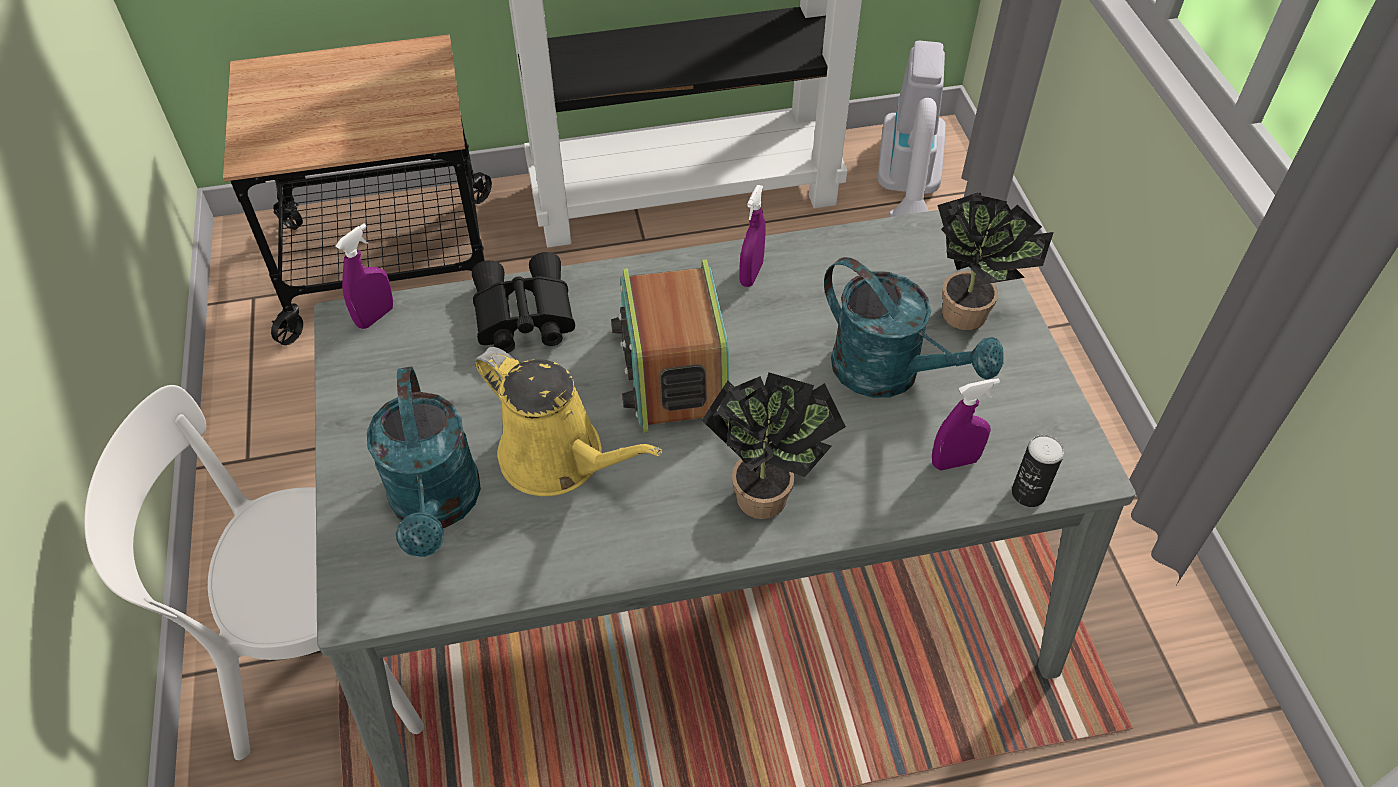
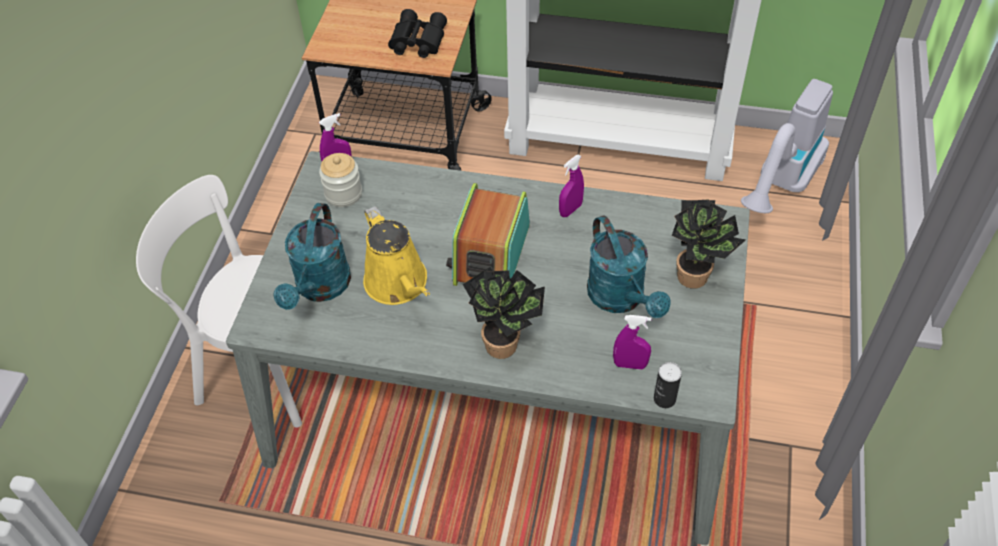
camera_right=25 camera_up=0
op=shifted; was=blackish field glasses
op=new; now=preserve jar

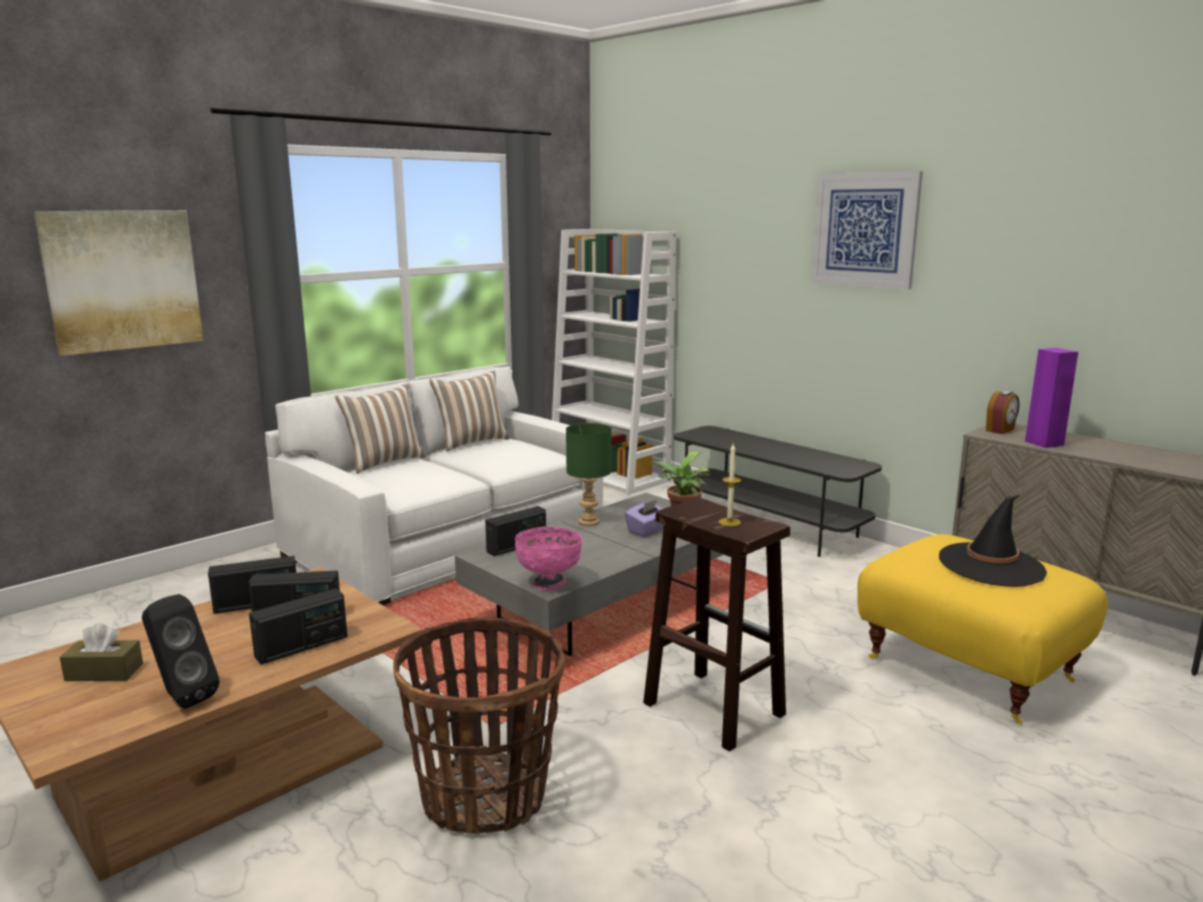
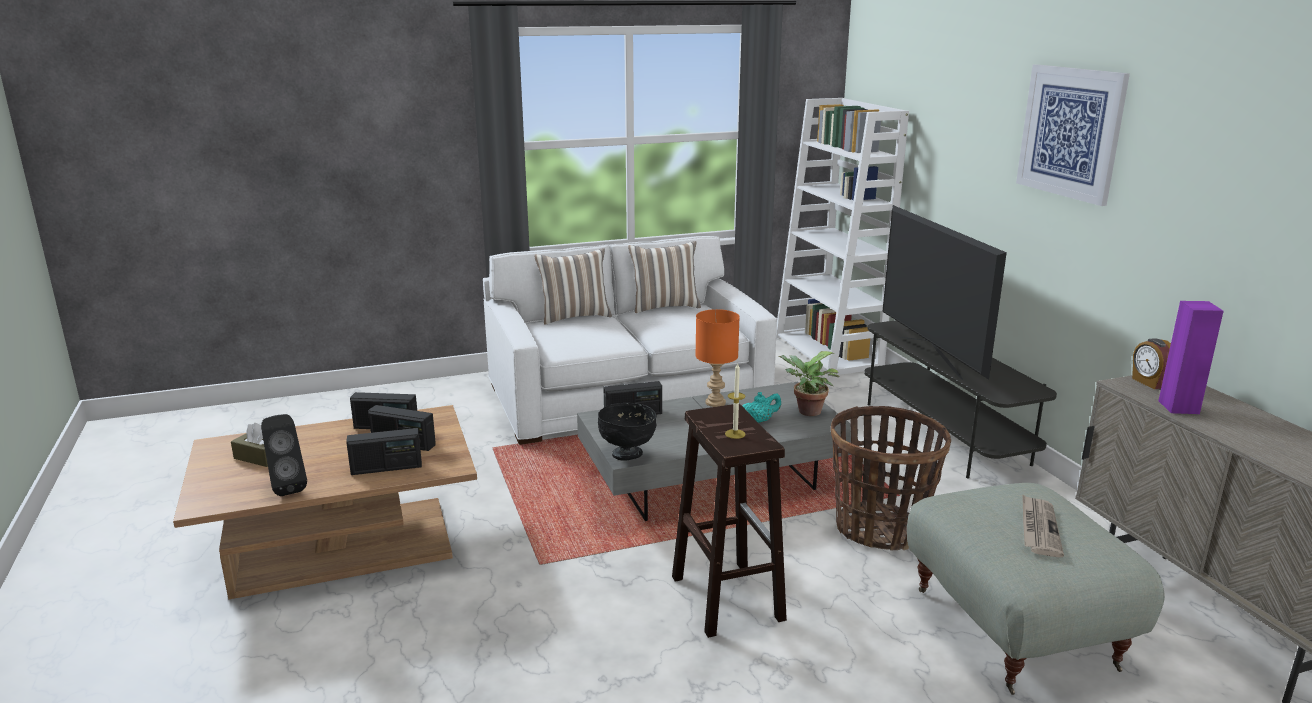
camera_right=25 camera_up=5
op=gone; was=picture (no. 1 from left)
op=rotated; was=bedside clock; clockwise=90
op=repainted; was=green lamp for a table; now=orange-coloured lamp for a table
op=swapped; was=blackish hat; now=printed paper
op=swapped; was=purplish box of tissues; now=turquoise-coloured tea pot
op=repainted; was=pinkish bowl; now=blackish bowl
op=repainted; was=yellowish footrest; now=grey footrest
op=shifted; was=basket
op=new; now=television

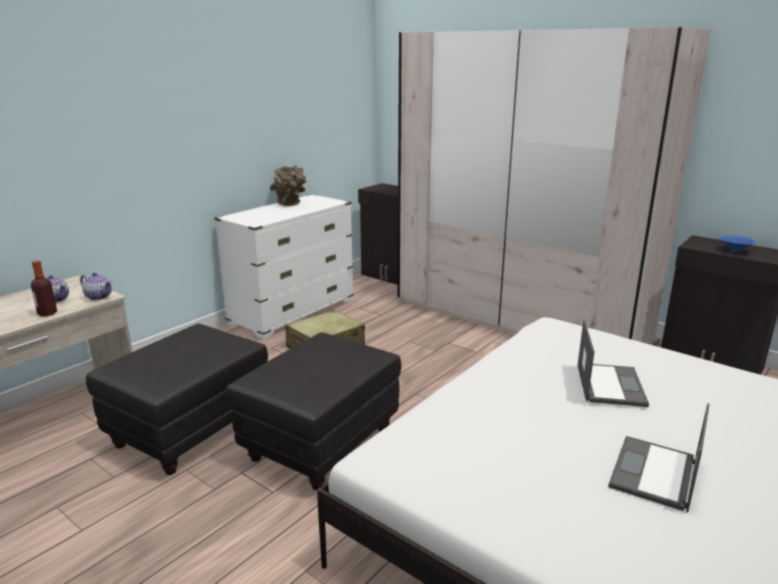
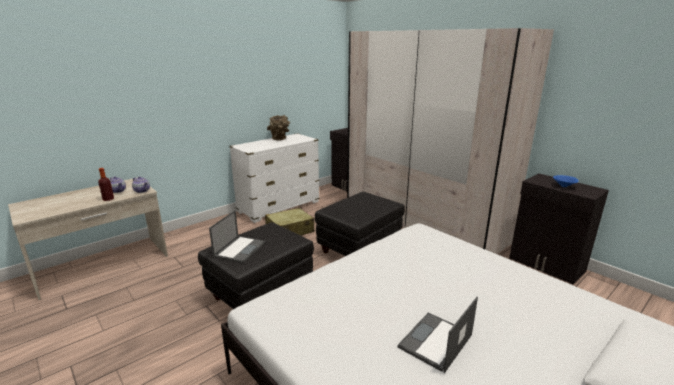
camera_right=10 camera_up=0
op=shifted; was=portable computer (no. 1 from left)
op=shifted; was=blackish footrest (no. 1 from left in the first image); now=blackish footrest (no. 2 from left)

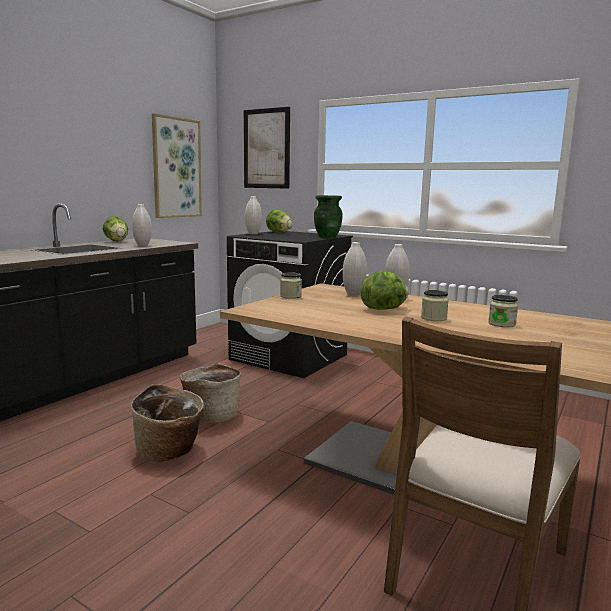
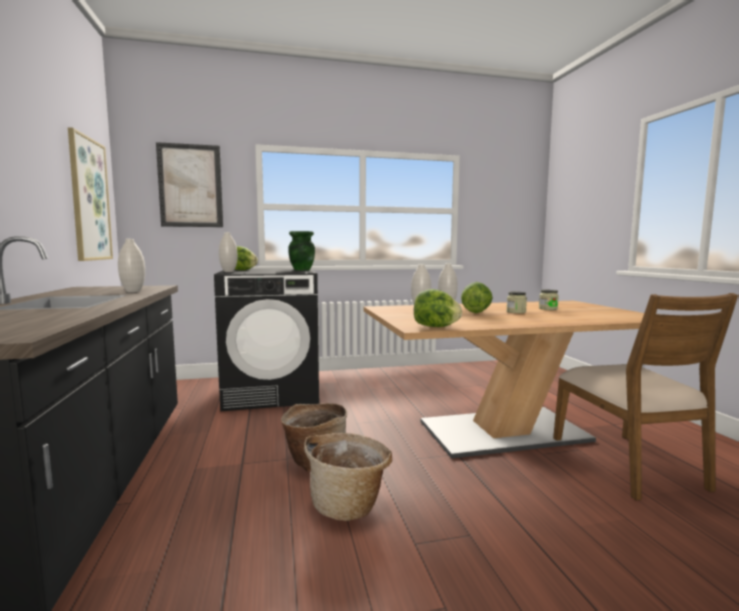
camera_right=-45 camera_up=-5
op=shifted; was=head of lettuce (no. 1 from left in the first image); now=head of lettuce (no. 2 from left)
op=gone; was=preserve jar (no. 1 from left)

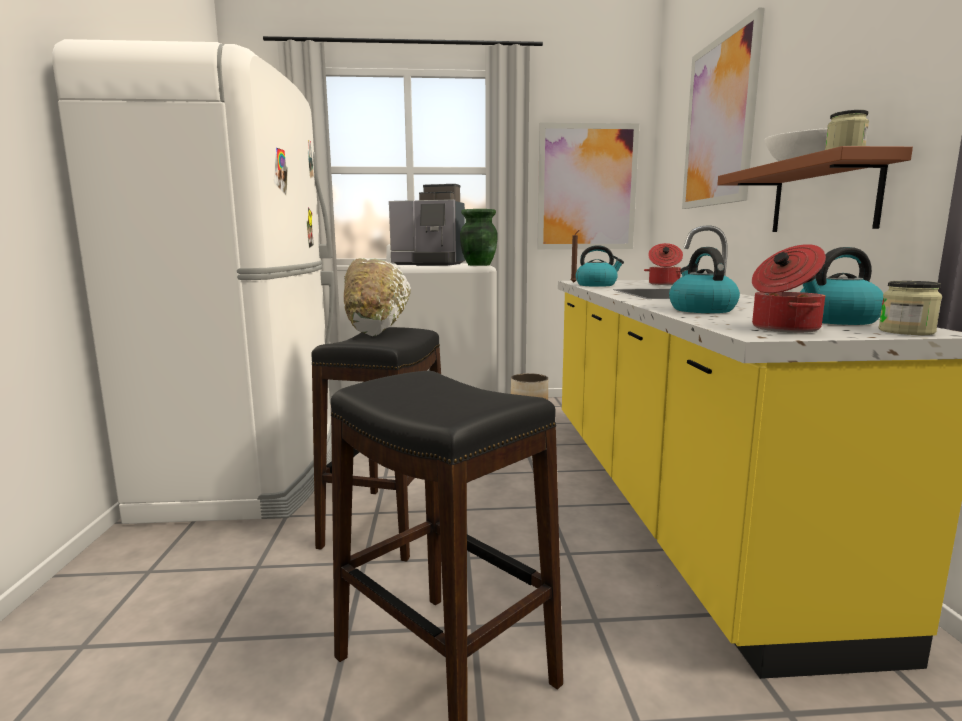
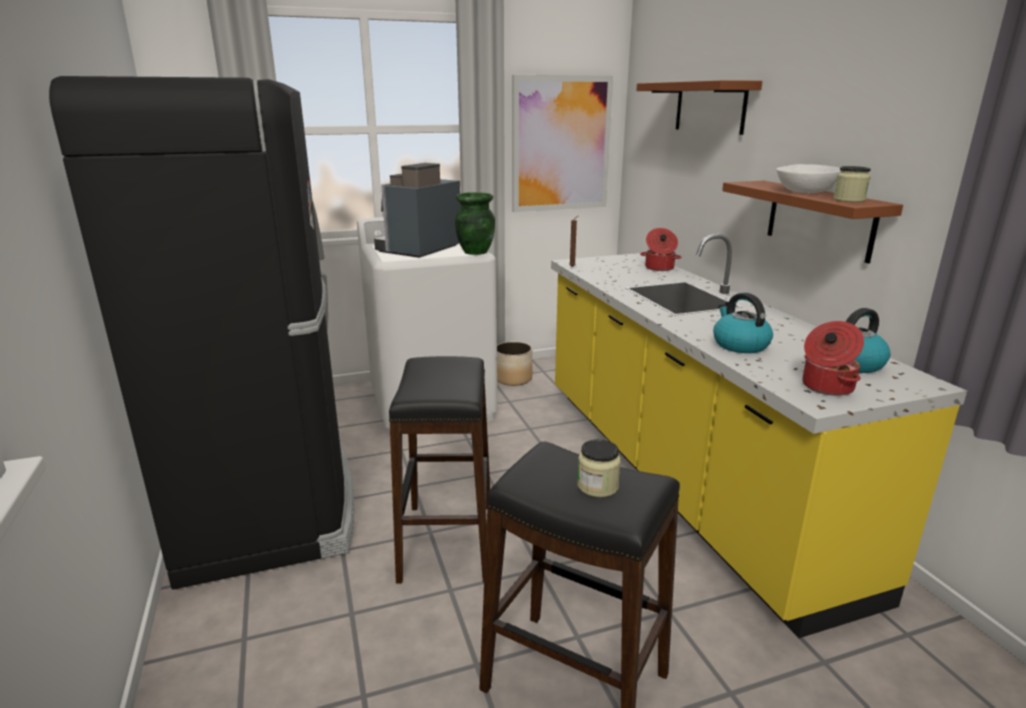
camera_right=-15 camera_up=10
op=swapped; was=picture (no. 2 from left); now=brown bracket shelf (no. 1 from left)
op=repainted; was=whitish kitchen fridge; now=blackish kitchen fridge
op=rotated; was=coffee brewer; clockwise=120
op=gone; was=water kettle (no. 1 from left)
op=gone; was=whitish bowl (no. 1 from left)
op=shifted; was=preserve jar (no. 2 from left in the first image); now=preserve jar (no. 1 from left)

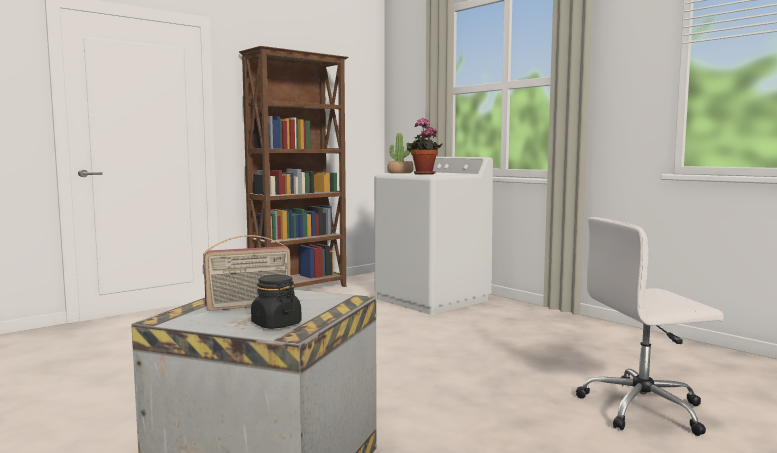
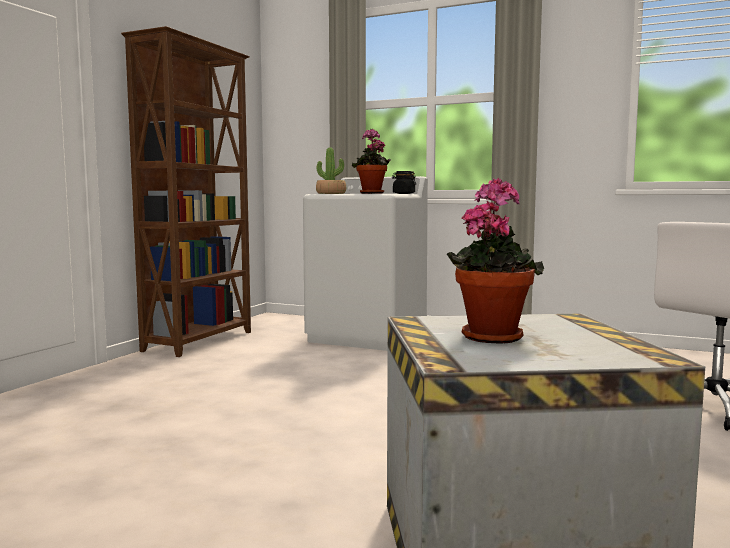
camera_right=-25 camera_up=0
op=swapped; was=radio; now=houseplant (no. 3 from left)
op=shifted; was=blackish preserve jar

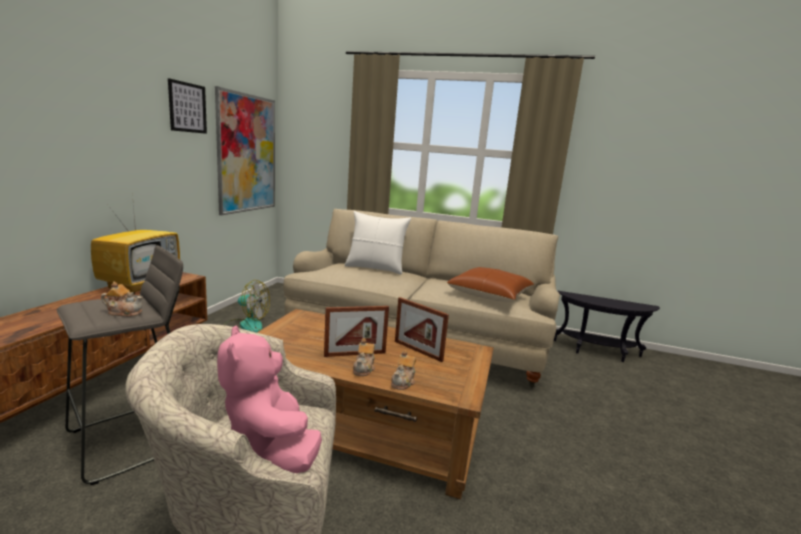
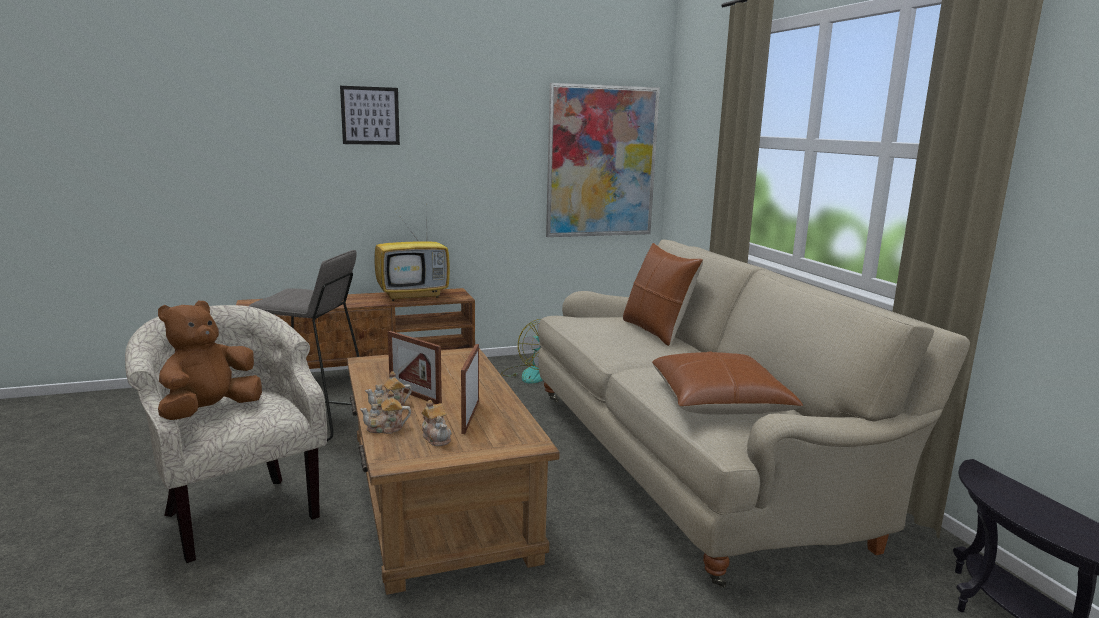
camera_right=55 camera_up=0
op=shifted; was=picture (no. 1 from left)
op=repainted; was=whitish cushion; now=brown cushion (no. 1 from left)
op=shifted; was=tea pot (no. 1 from left in the first image); now=tea pot (no. 3 from left)
op=repainted; was=pinkish soft toy; now=brown soft toy

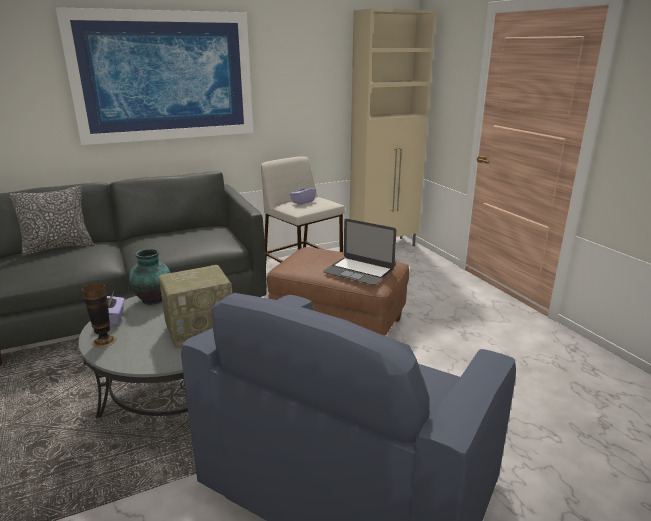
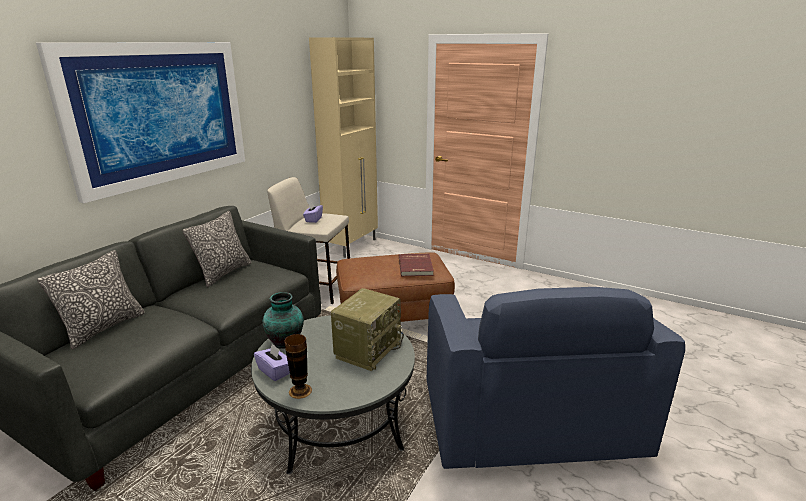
camera_right=-35 camera_up=0
op=swapped; was=portable computer; now=red-coloured bound book
op=new; now=cushion (no. 2 from left)

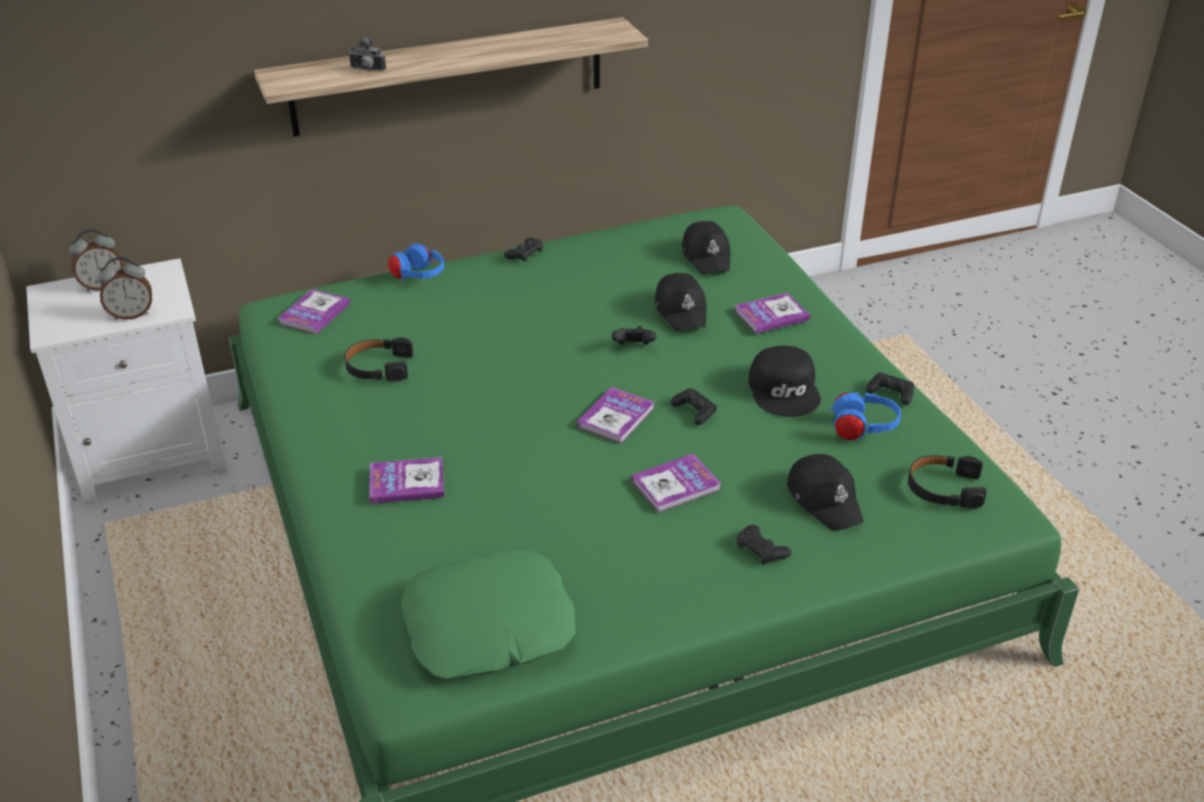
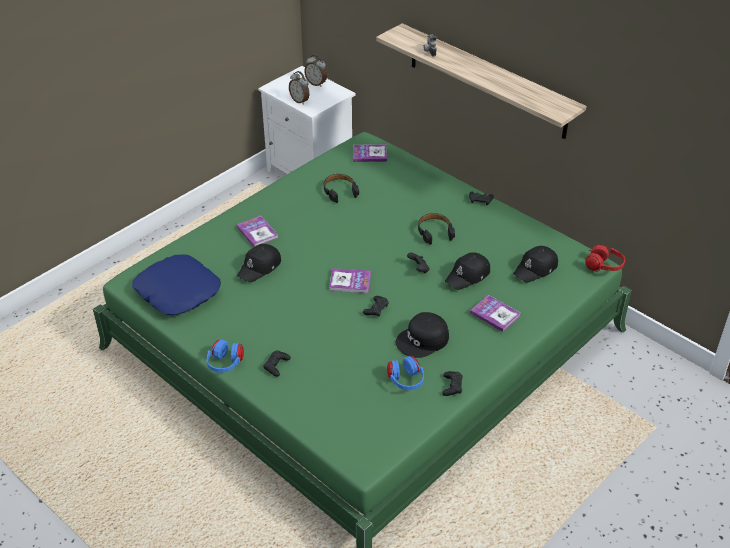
camera_right=65 camera_up=5
op=shifted; was=bluish pair of headphones (no. 1 from left)
op=gone; was=bound book (no. 4 from left)
op=shifted; was=blackish baseball cap (no. 4 from left in the first image); now=blackish baseball cap (no. 1 from left)
op=shifted; was=blackish pair of headphones (no. 2 from left)
op=repainted; was=green cushion; now=bluish cushion
op=new; now=red-coloured pair of headphones

